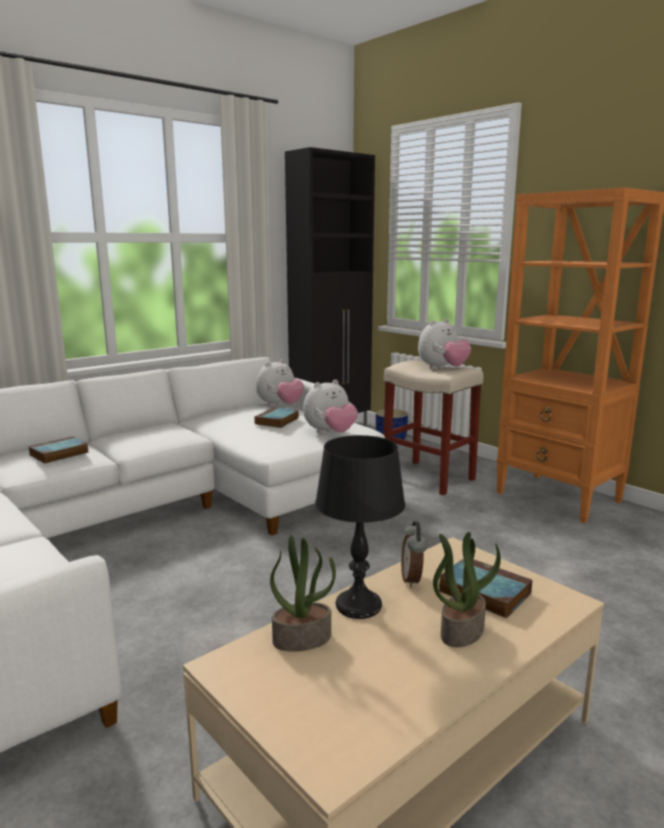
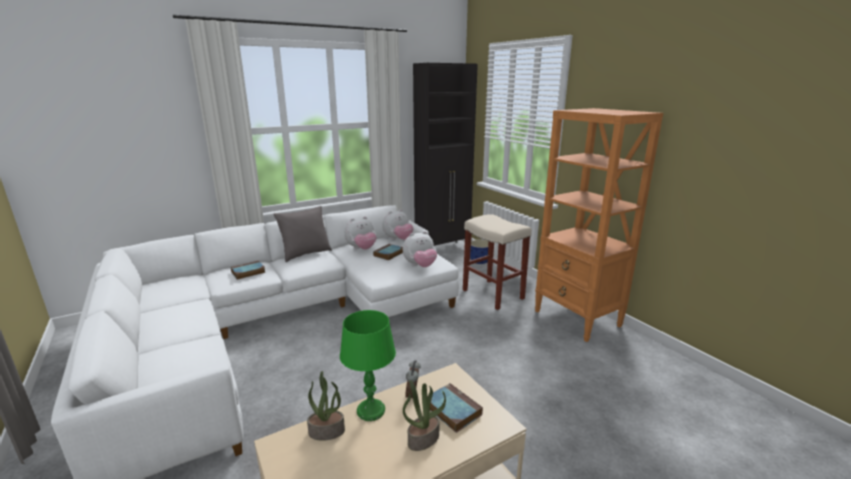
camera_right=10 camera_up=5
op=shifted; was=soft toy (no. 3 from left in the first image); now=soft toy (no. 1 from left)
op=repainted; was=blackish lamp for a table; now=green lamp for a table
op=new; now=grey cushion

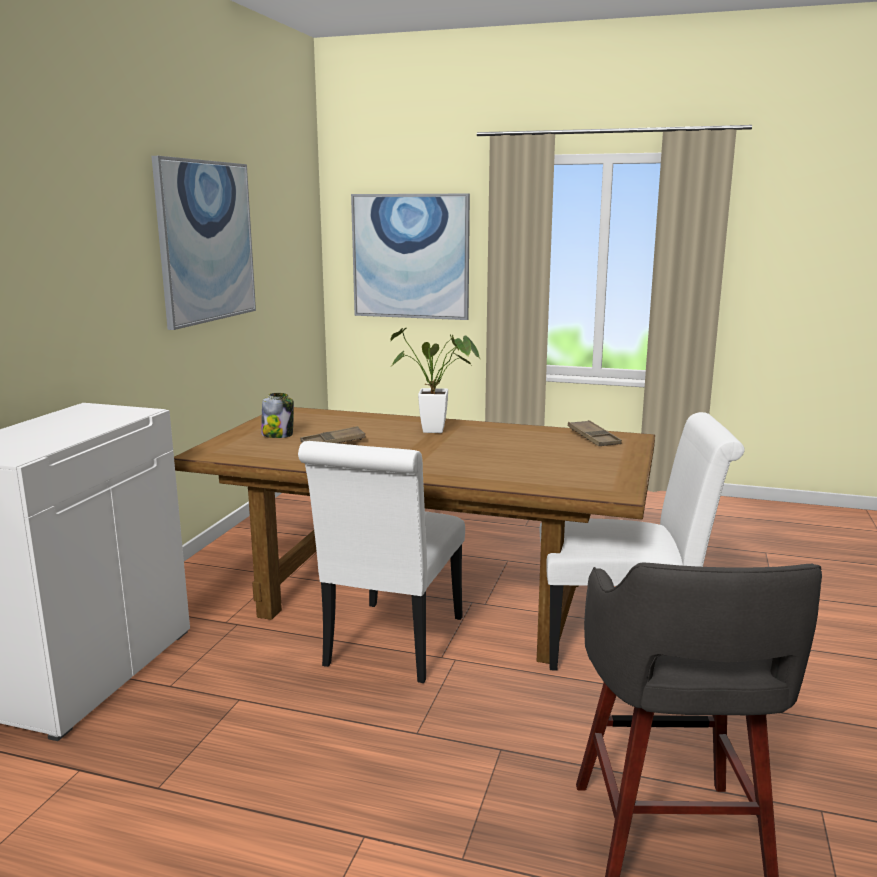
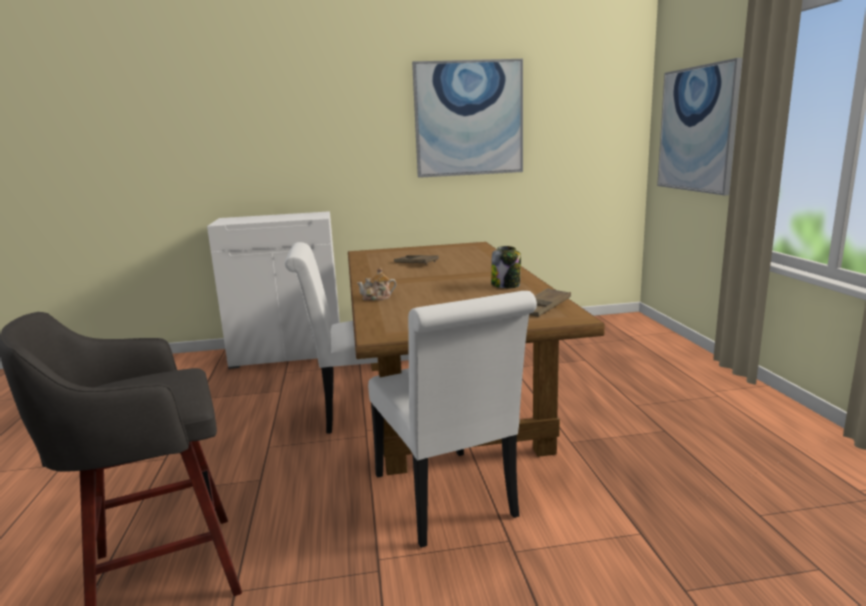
camera_right=65 camera_up=0
op=gone; was=houseplant
op=shifted; was=preserve jar
op=new; now=tea pot

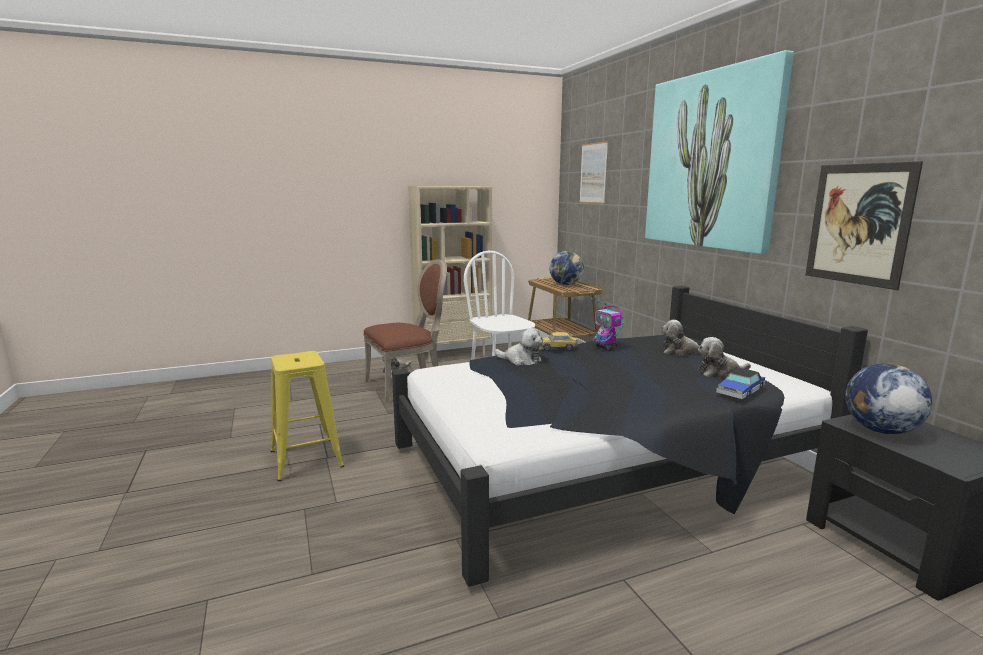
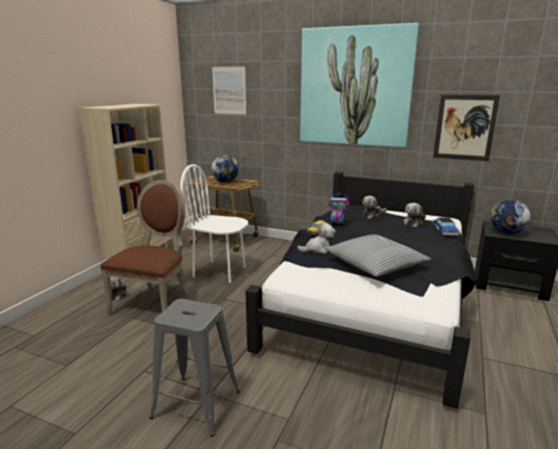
camera_right=-45 camera_up=5
op=repainted; was=yellowish stool; now=grey stool
op=new; now=cushion

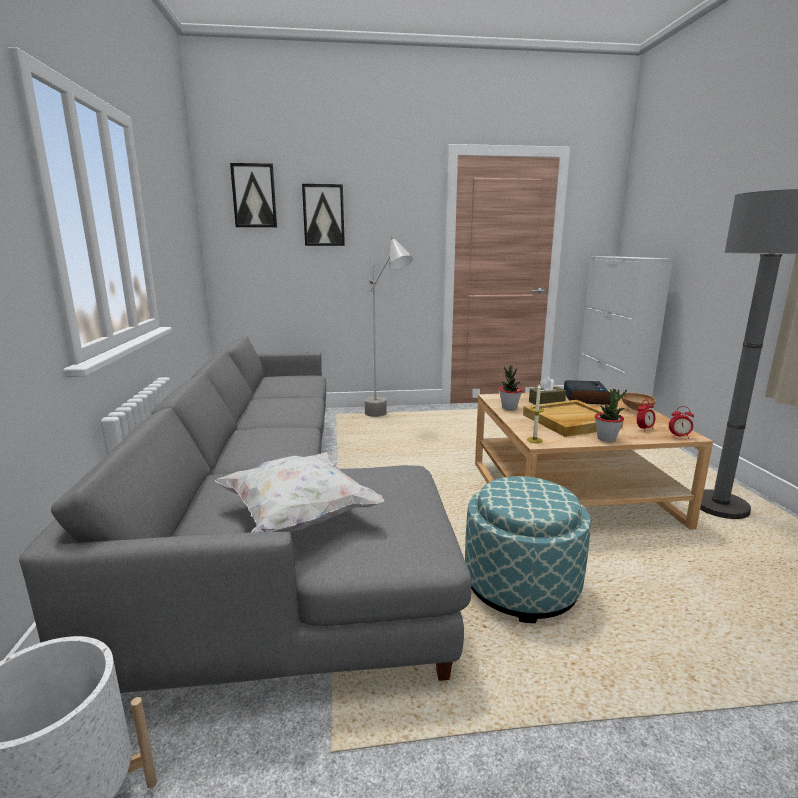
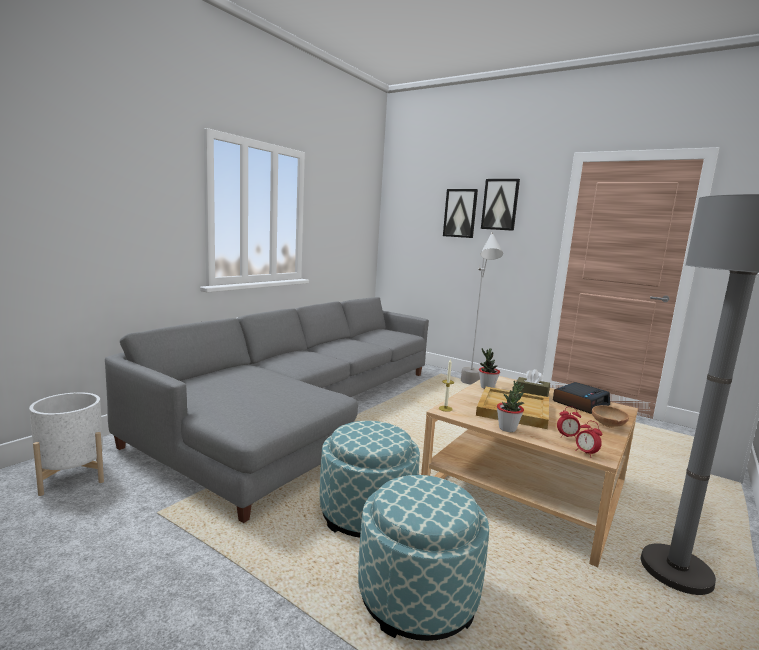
camera_right=40 camera_up=-5
op=shifted; was=picture (no. 1 from left in the first image); now=picture (no. 2 from left)
op=gone; was=whitish cushion
op=new; now=footrest (no. 2 from left)

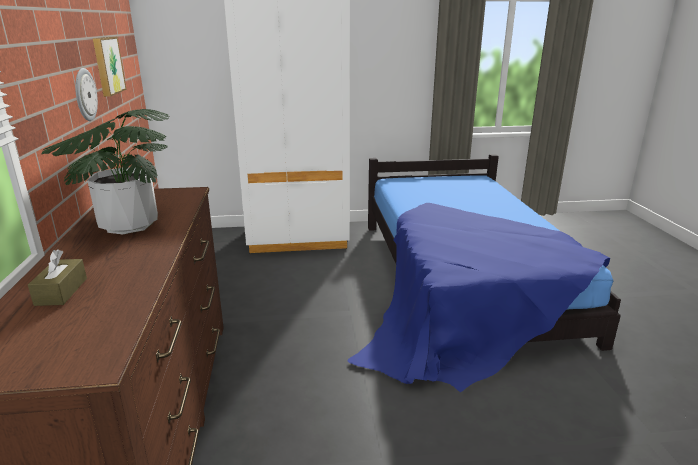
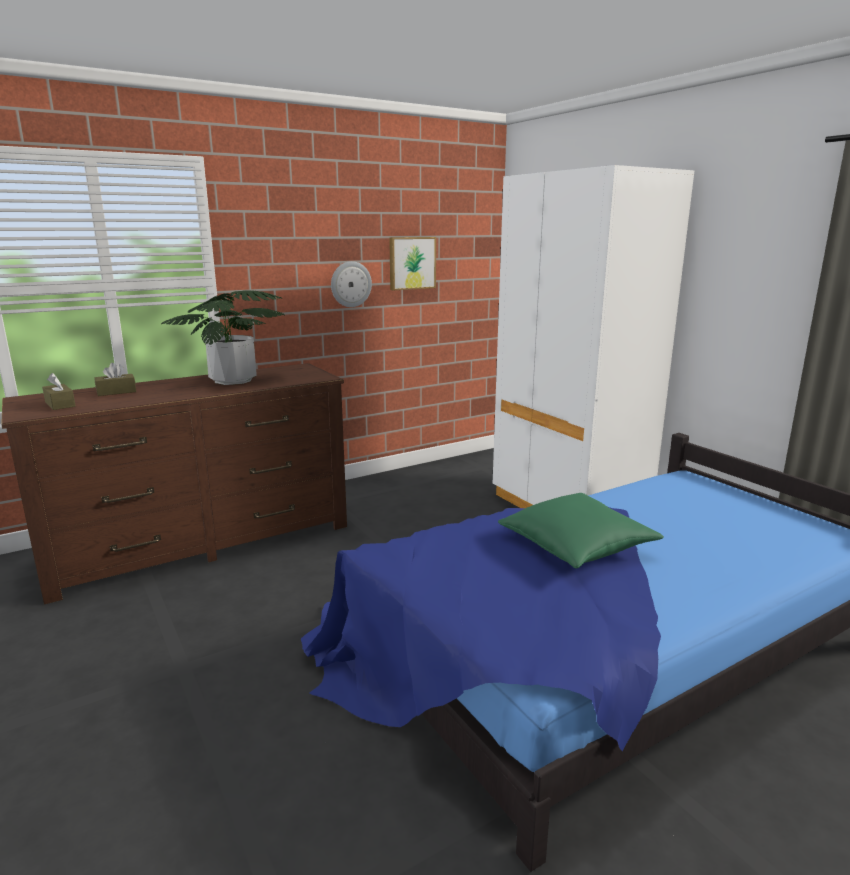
camera_right=65 camera_up=-5
op=new; now=brown box of tissues (no. 1 from left)
op=new; now=green cushion

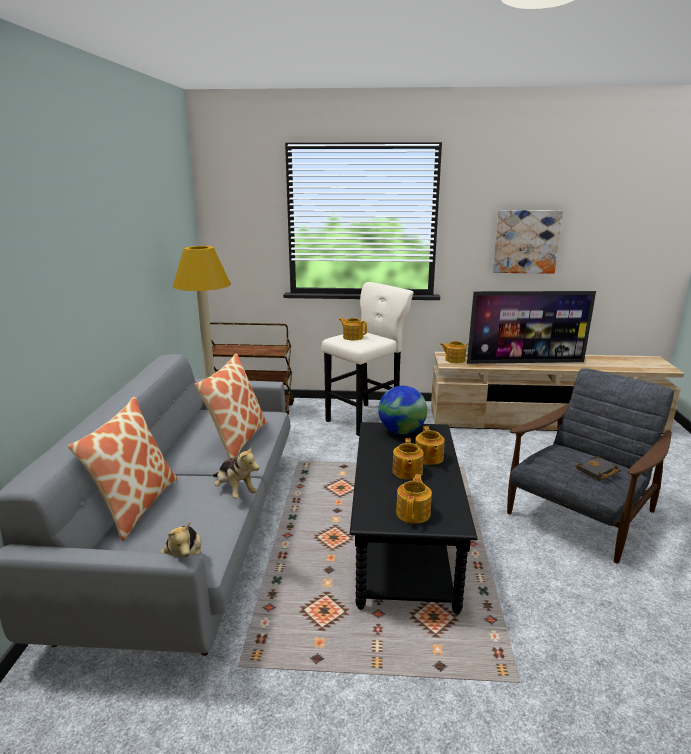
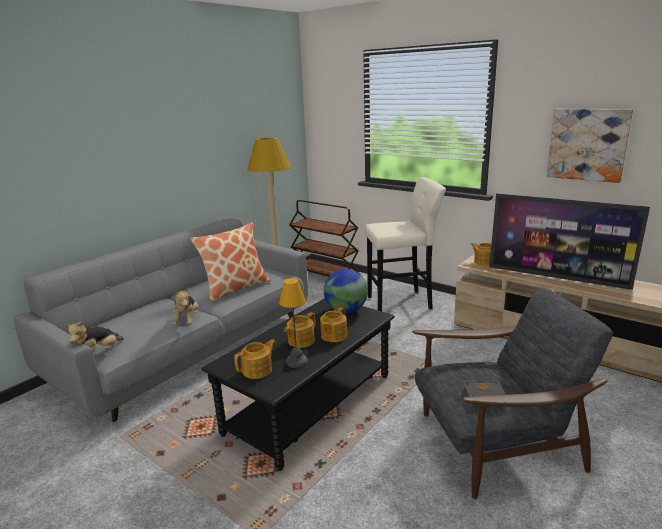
camera_right=35 camera_up=0
op=gone; was=tea pot (no. 1 from left)
op=gone; was=cushion (no. 1 from left)
op=new; now=lamp for a table

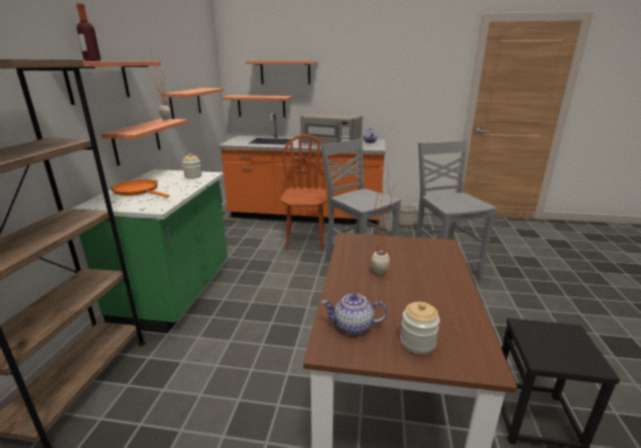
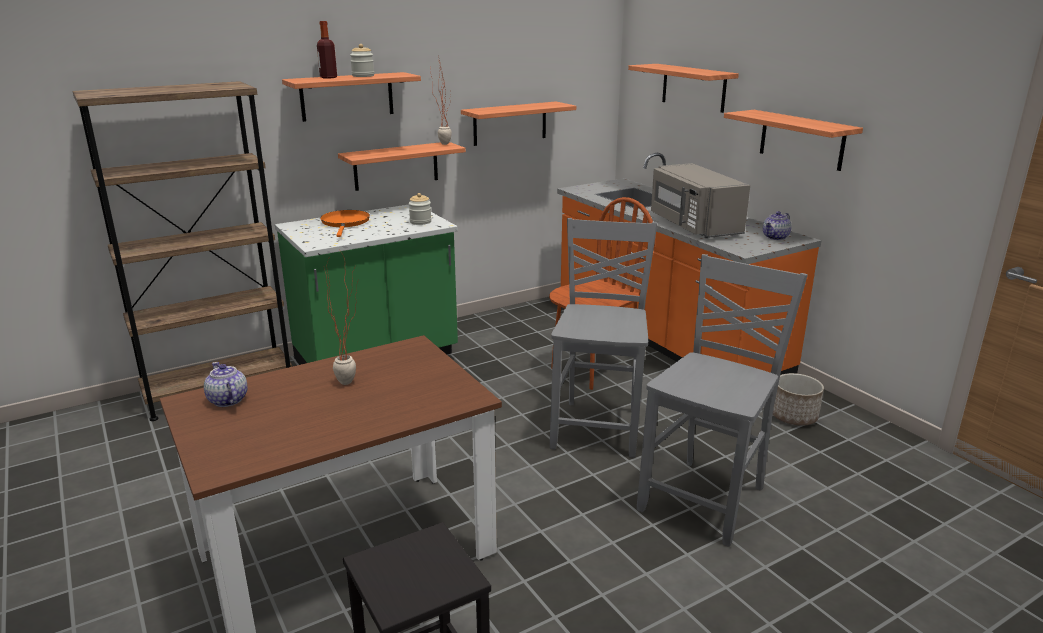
camera_right=50 camera_up=0
op=shifted; was=bracket shelf (no. 4 from left in the first image); now=bracket shelf (no. 5 from left)
op=shifted; was=preserve jar (no. 2 from left in the first image); now=preserve jar (no. 1 from left)

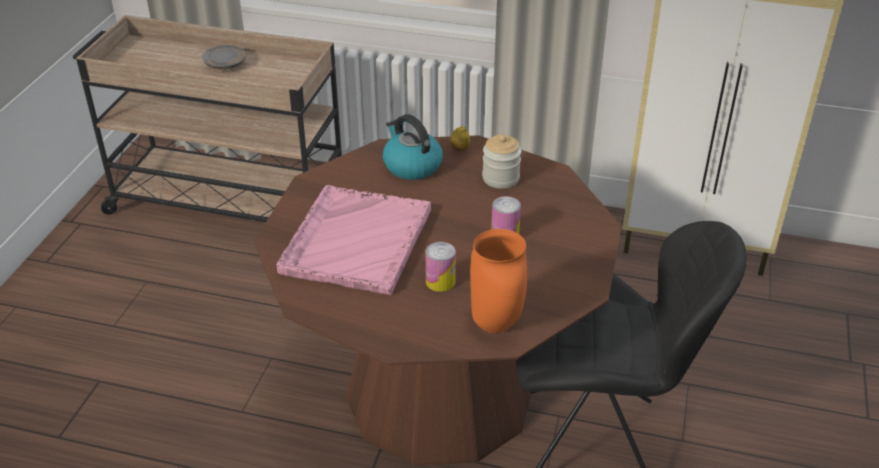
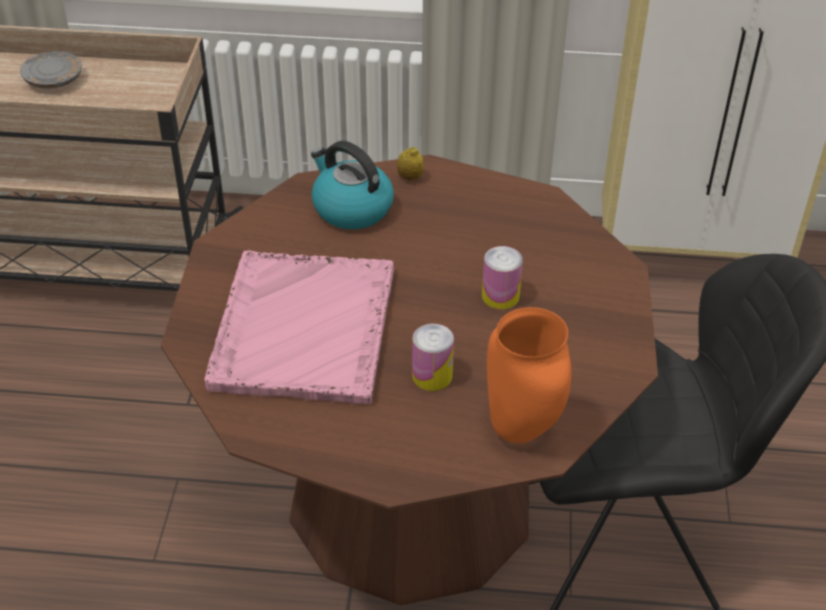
camera_right=-10 camera_up=5
op=gone; was=preserve jar

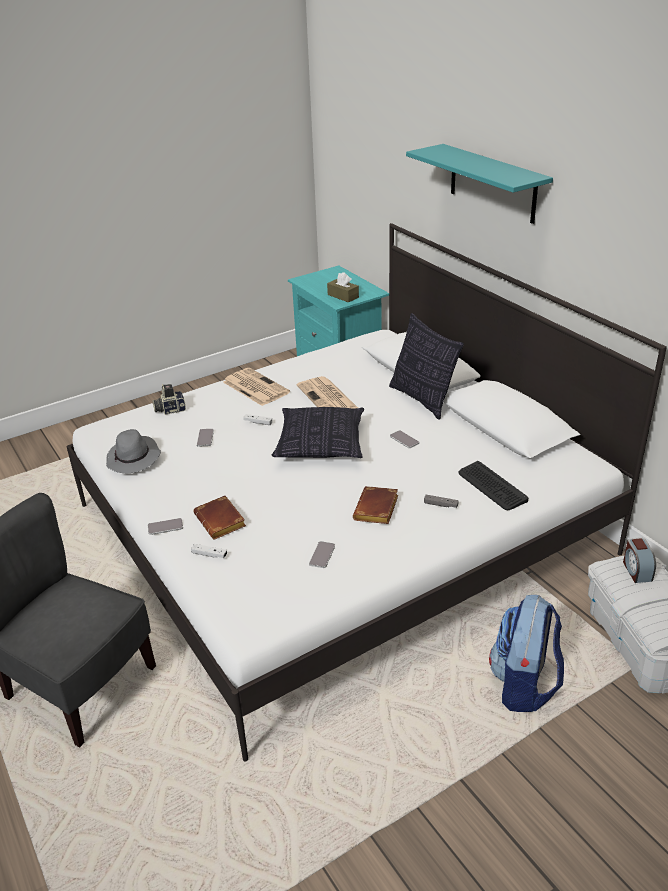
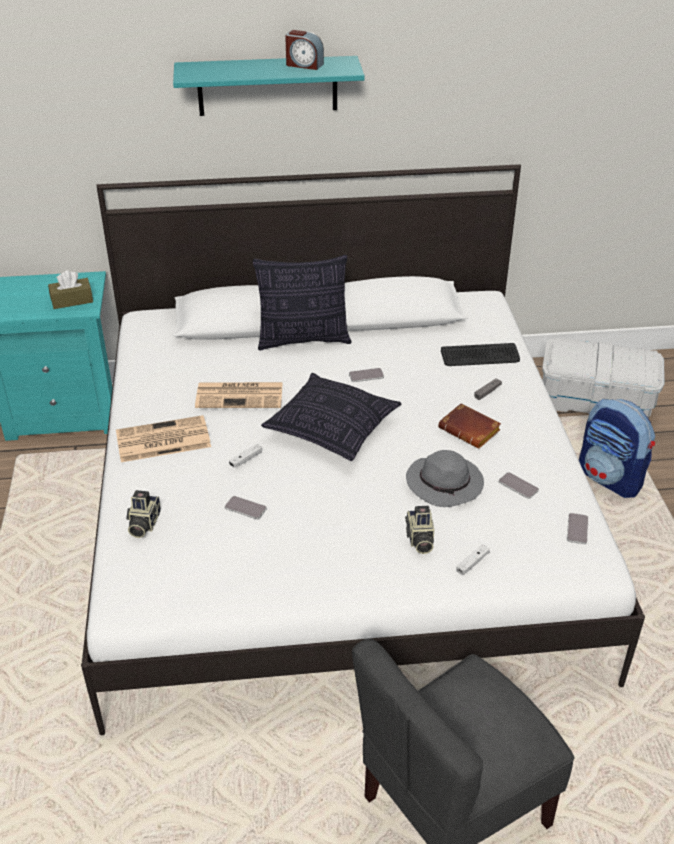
camera_right=-65 camera_up=5
op=shifted; was=grey hat
op=swapped; was=brown bound book (no. 1 from left); now=still camera (no. 2 from left)
op=shifted; was=phone (no. 1 from left in the first image); now=phone (no. 4 from left)
op=shifted; was=bedside clock

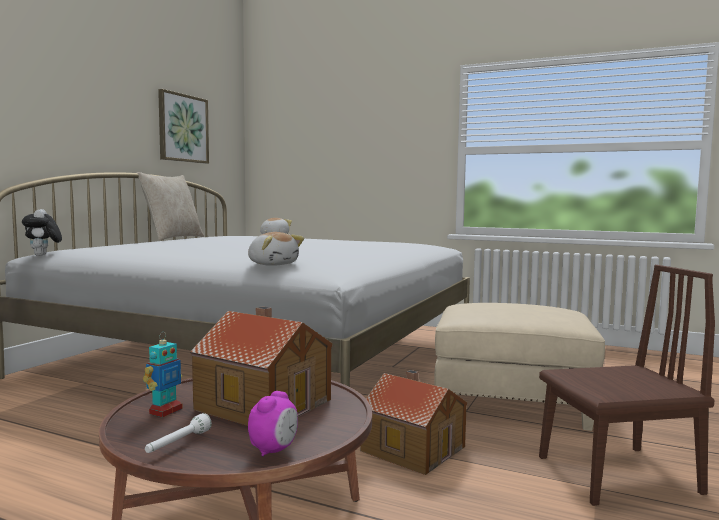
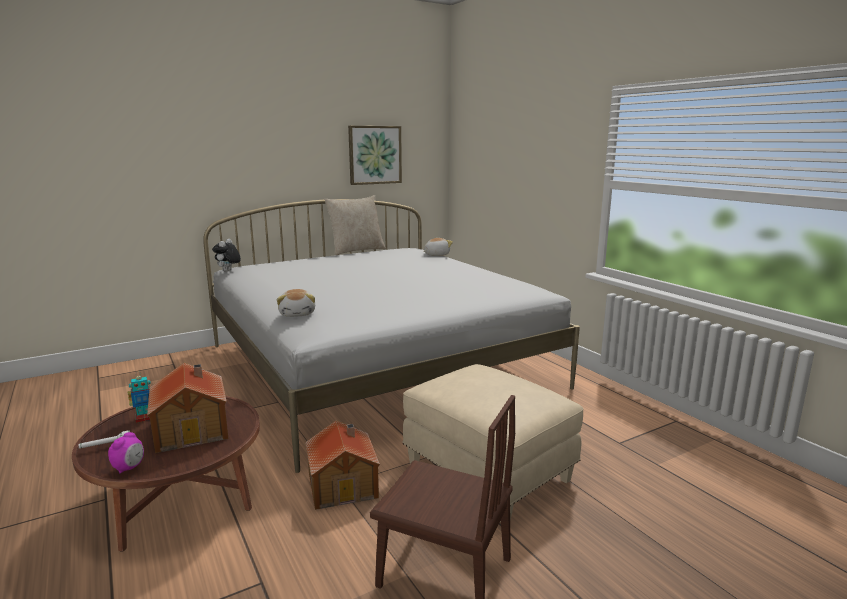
camera_right=35 camera_up=10
op=rotated; was=bedside clock; clockwise=-45

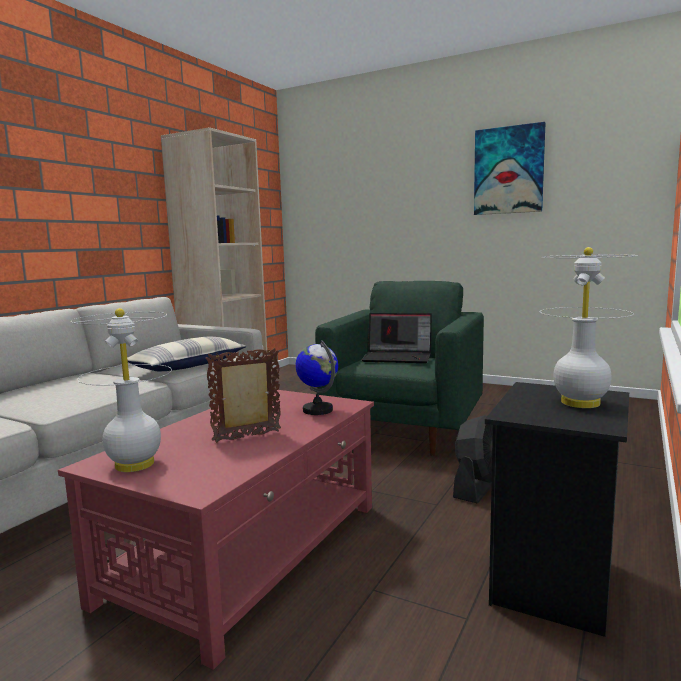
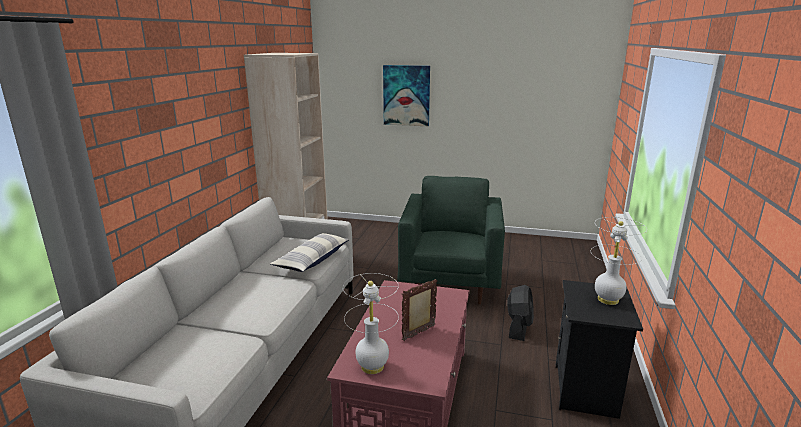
camera_right=-15 camera_up=10
op=shifted; was=picture
op=gone; was=portable computer
op=gone; was=globe

